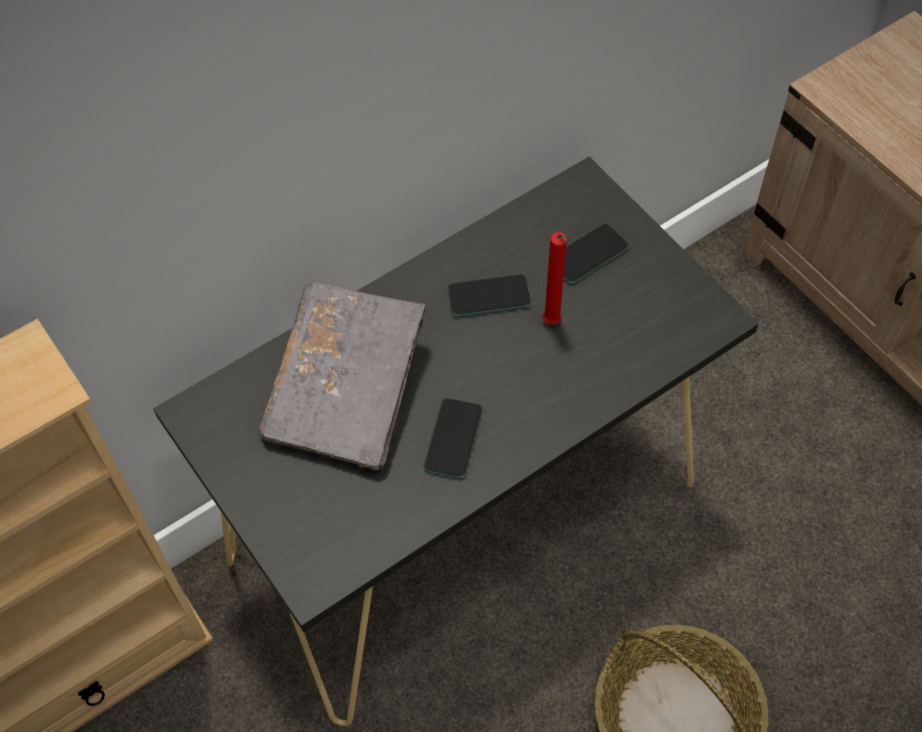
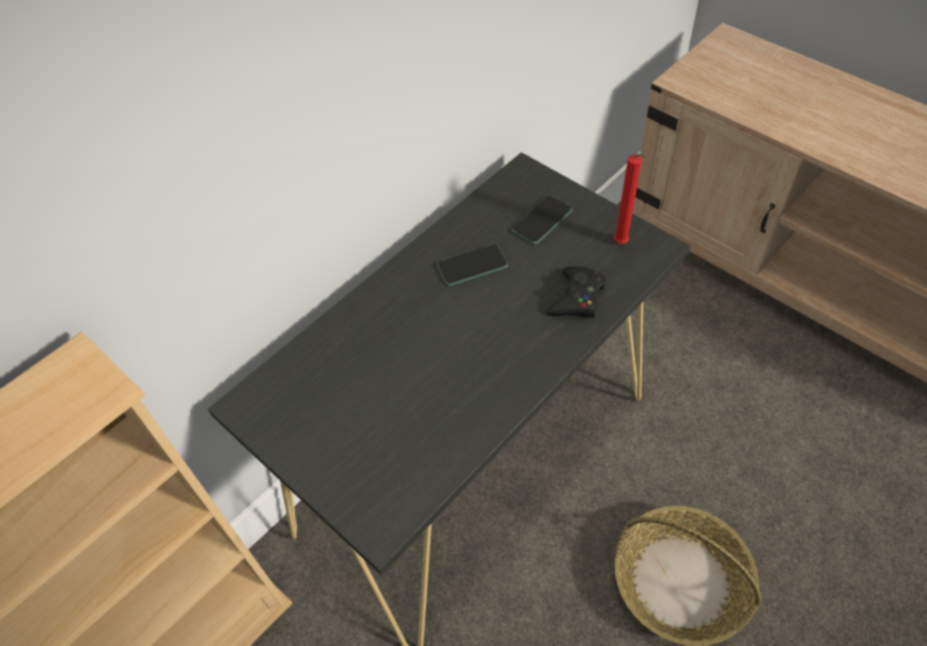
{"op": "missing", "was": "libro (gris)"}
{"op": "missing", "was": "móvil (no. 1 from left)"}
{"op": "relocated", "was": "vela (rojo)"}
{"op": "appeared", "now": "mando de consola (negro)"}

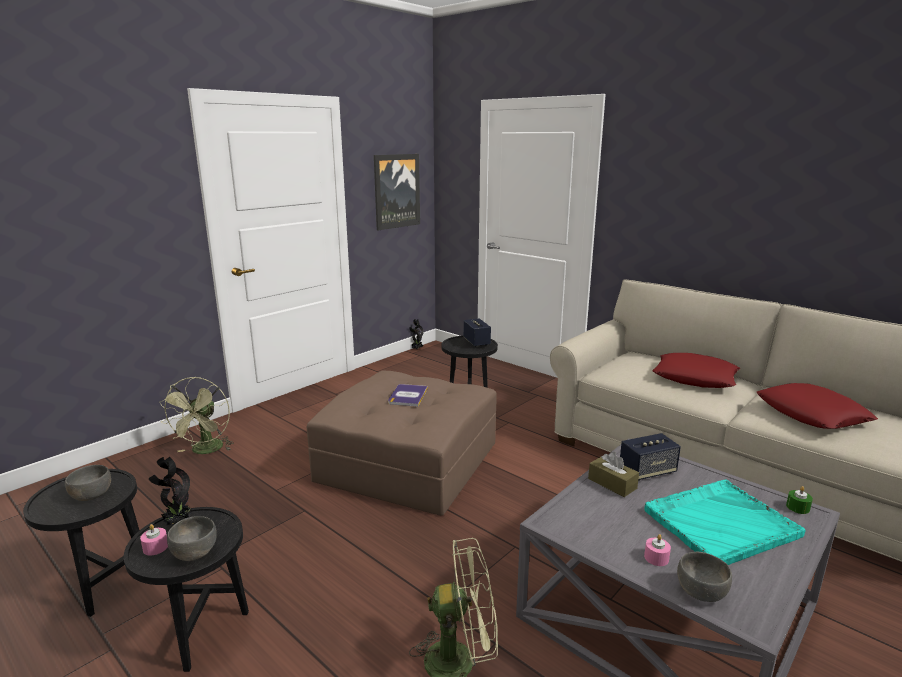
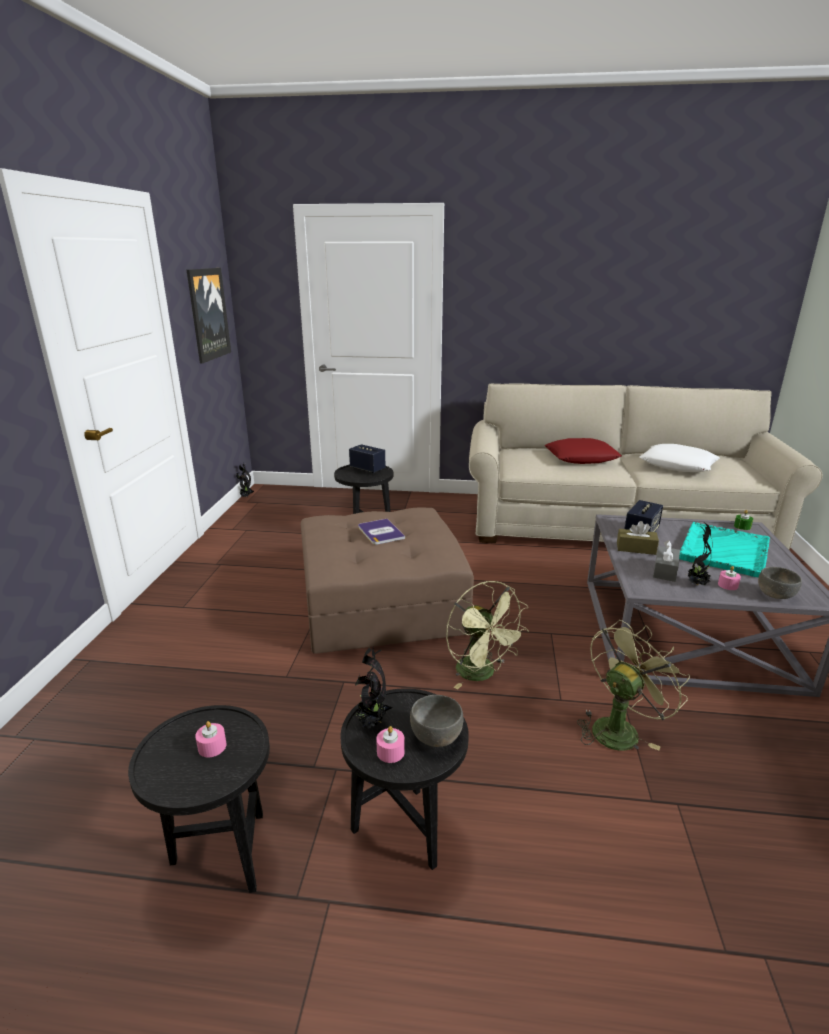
{"op": "exchanged", "was": "cuenco (gris) (no. 1 from left)", "now": "vela (rosa) (no. 1 from left)"}
{"op": "relocated", "was": "ventilador (verde) (no. 1 from left)"}
{"op": "colour", "was": "cojín (rojo) (no. 2 from left)", "now": "cojín (blanco)"}
{"op": "appeared", "now": "caja de pañuelos (gris)"}
{"op": "appeared", "now": "planta en maceta (no. 3 from left)"}

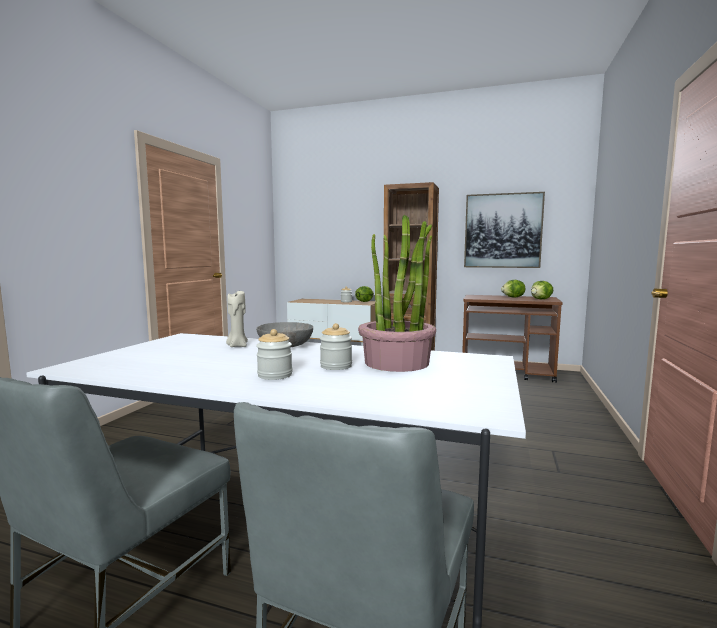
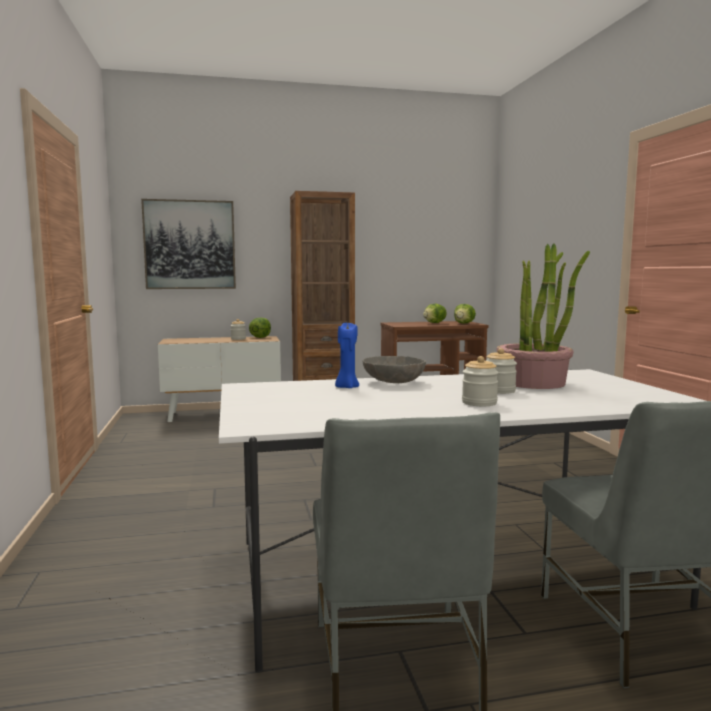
{"op": "colour", "was": "vela (beis)", "now": "vela (azul)"}
{"op": "relocated", "was": "cuadro"}

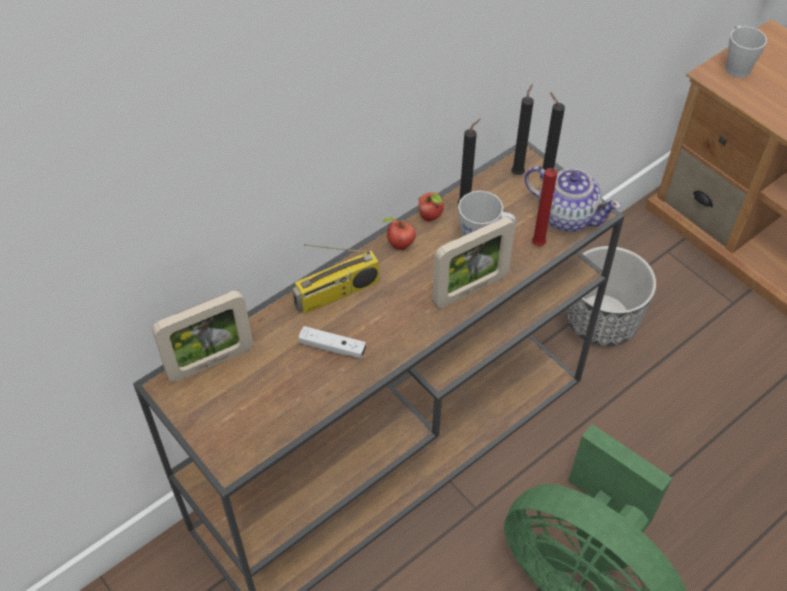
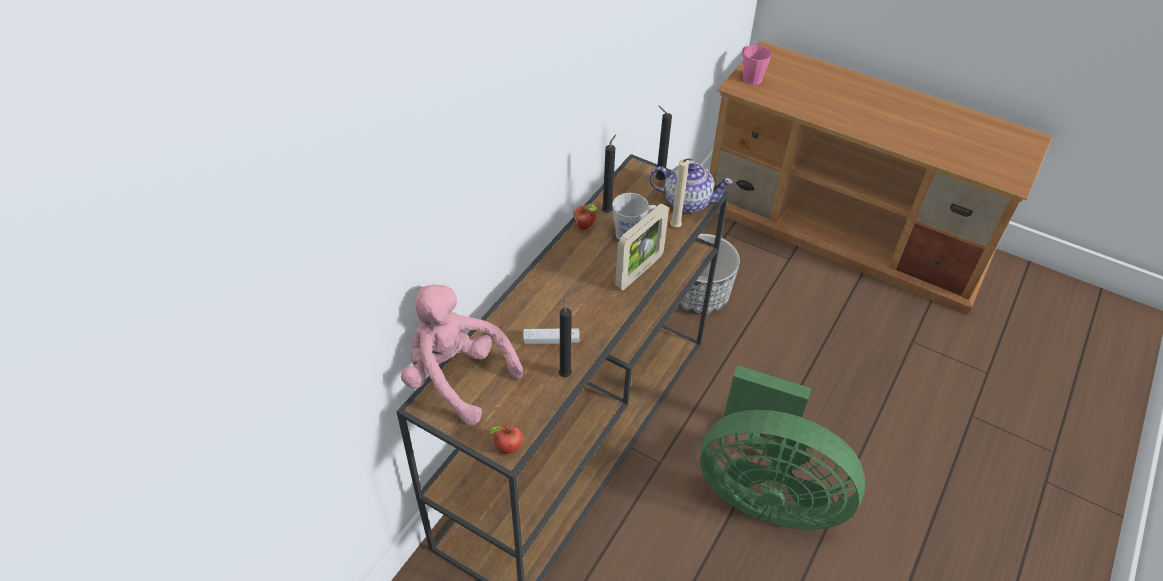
{"op": "exchanged", "was": "portarretratos (no. 1 from left)", "now": "peluche (rosa)"}
{"op": "missing", "was": "radio"}
{"op": "relocated", "was": "manzana (no. 1 from left)"}
{"op": "relocated", "was": "vela (negro) (no. 2 from left in the first image)", "now": "vela (negro) (no. 1 from left)"}
{"op": "colour", "was": "vela (rojo)", "now": "vela (beis)"}
{"op": "colour", "was": "taza grande (gris) (no. 2 from left)", "now": "taza grande (rosa)"}

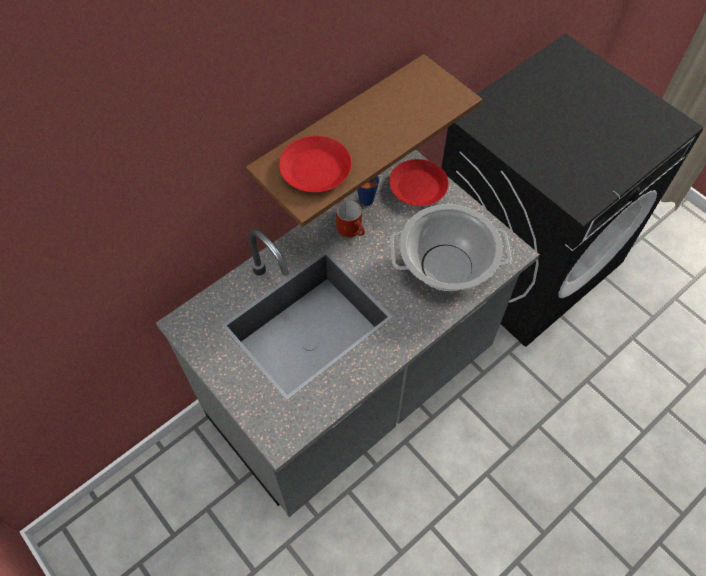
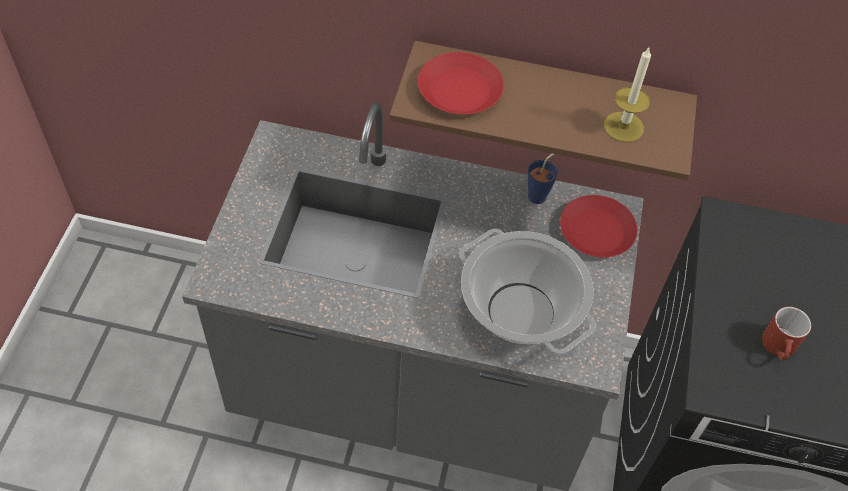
{"op": "relocated", "was": "taza grande (rojo)"}
{"op": "appeared", "now": "vela"}

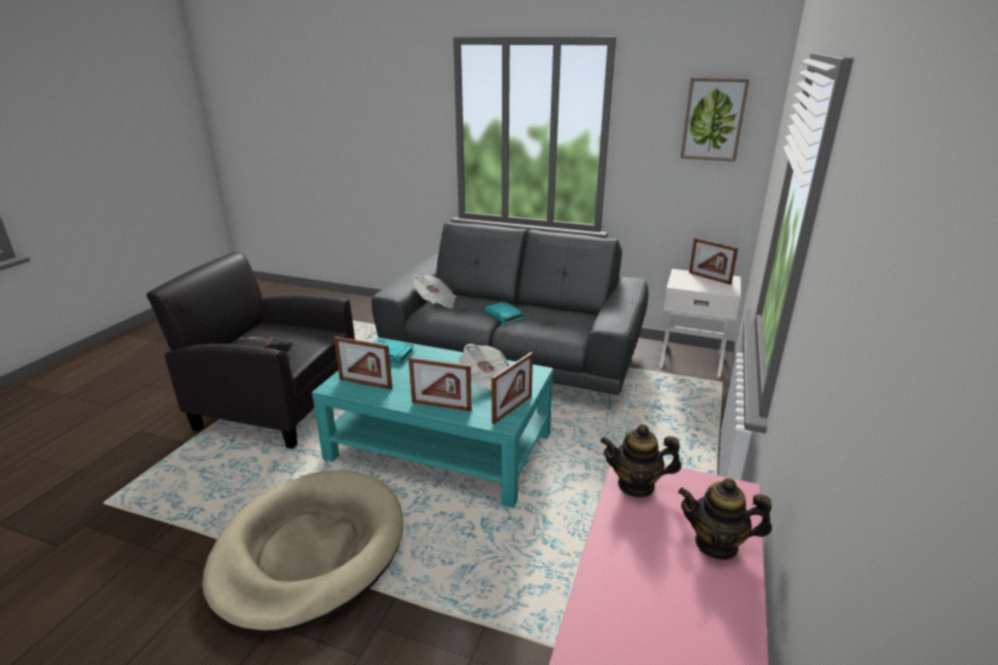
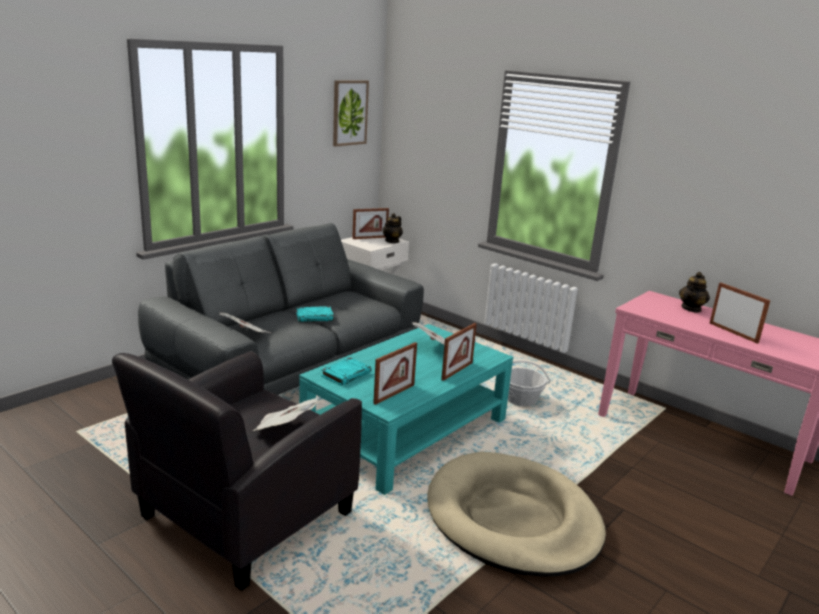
{"op": "relocated", "was": "portarretratos (no. 3 from left in the first image)", "now": "portarretratos (no. 4 from left)"}
{"op": "relocated", "was": "tetera (no. 1 from left)"}
{"op": "appeared", "now": "cesta"}

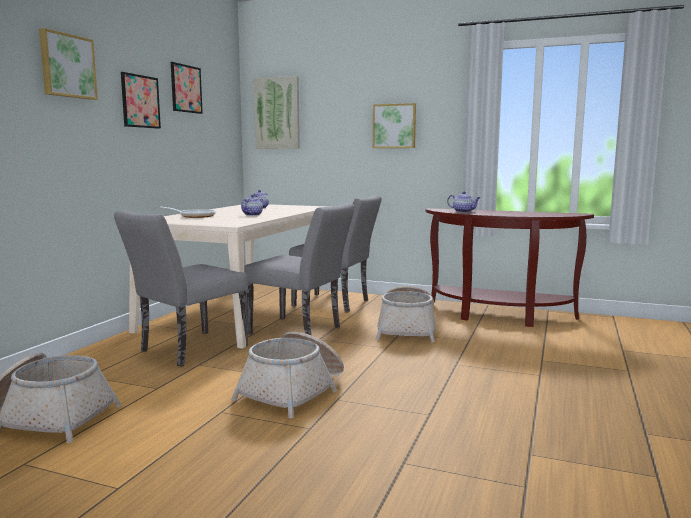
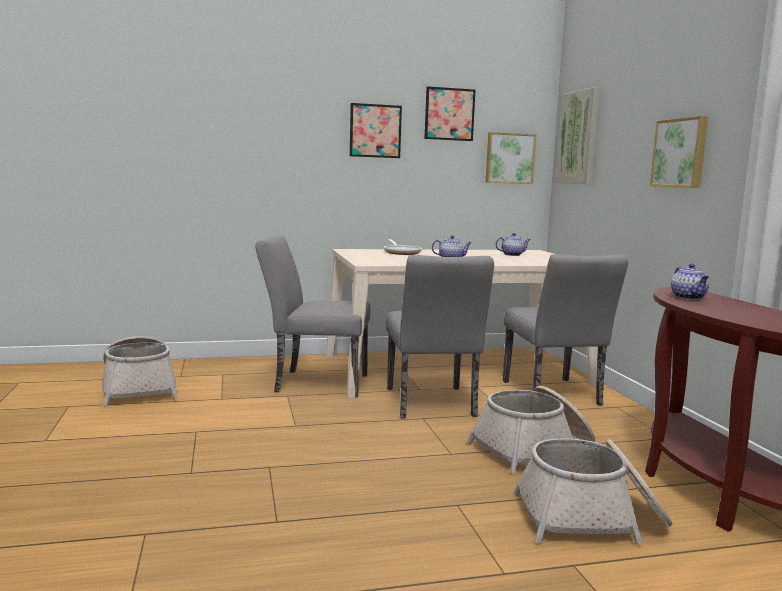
{"op": "relocated", "was": "cuadro (no. 1 from left in the first image)", "now": "cuadro (no. 3 from left)"}
{"op": "relocated", "was": "cesta (no. 2 from left in the first image)", "now": "cesta (no. 3 from left)"}

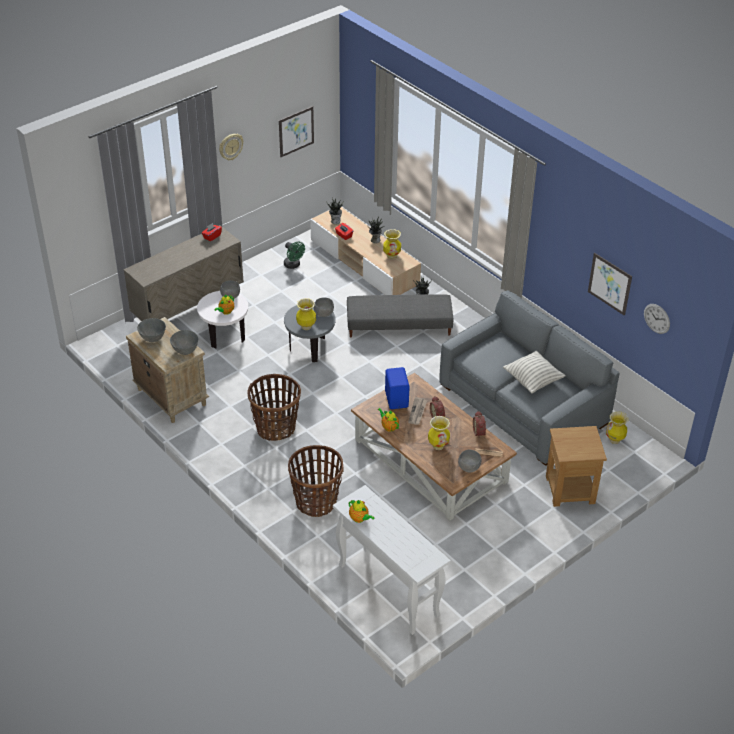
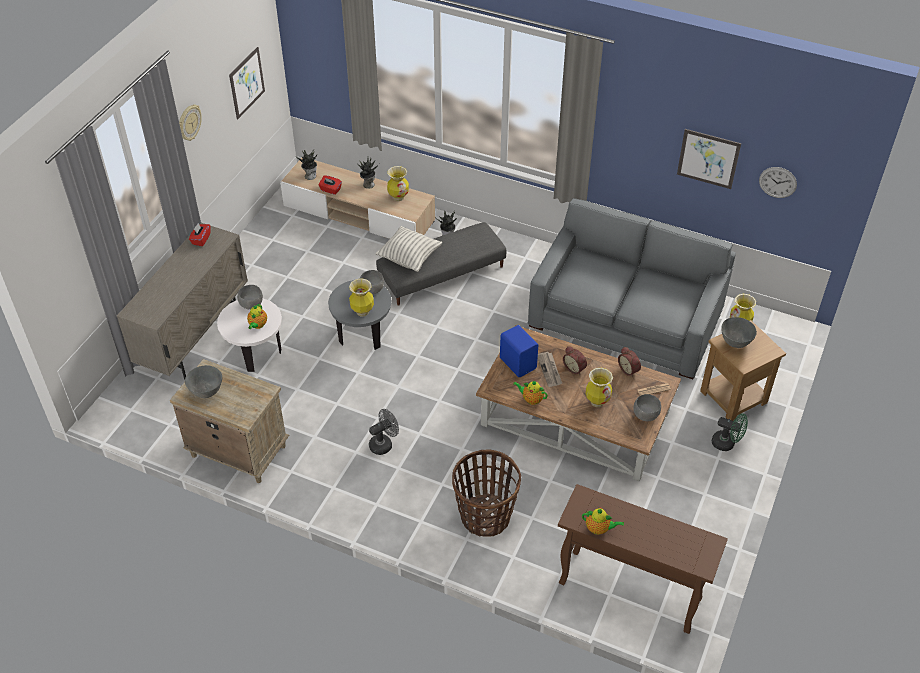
{"op": "relocated", "was": "cuenco (gris) (no. 2 from left in the first image)", "now": "cuenco (gris) (no. 5 from left)"}
{"op": "exchanged", "was": "cesta (no. 1 from left)", "now": "ventilador (gris)"}
{"op": "relocated", "was": "ventilador (verde)"}
{"op": "colour", "was": "mesa consola (blanco)", "now": "mesa consola (marrón)"}
{"op": "relocated", "was": "cojín"}

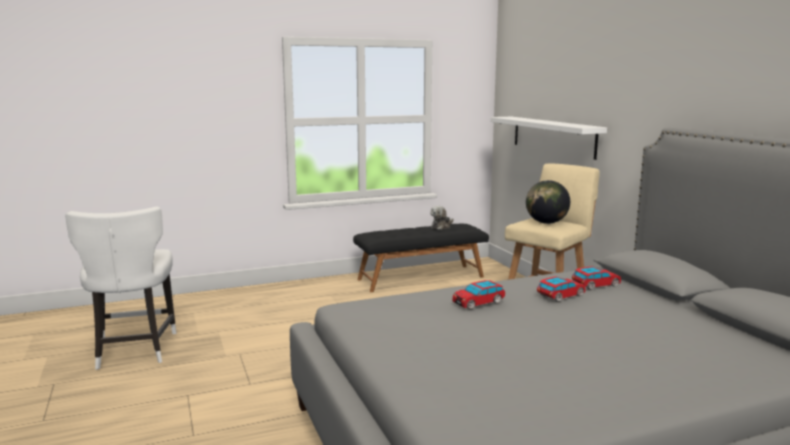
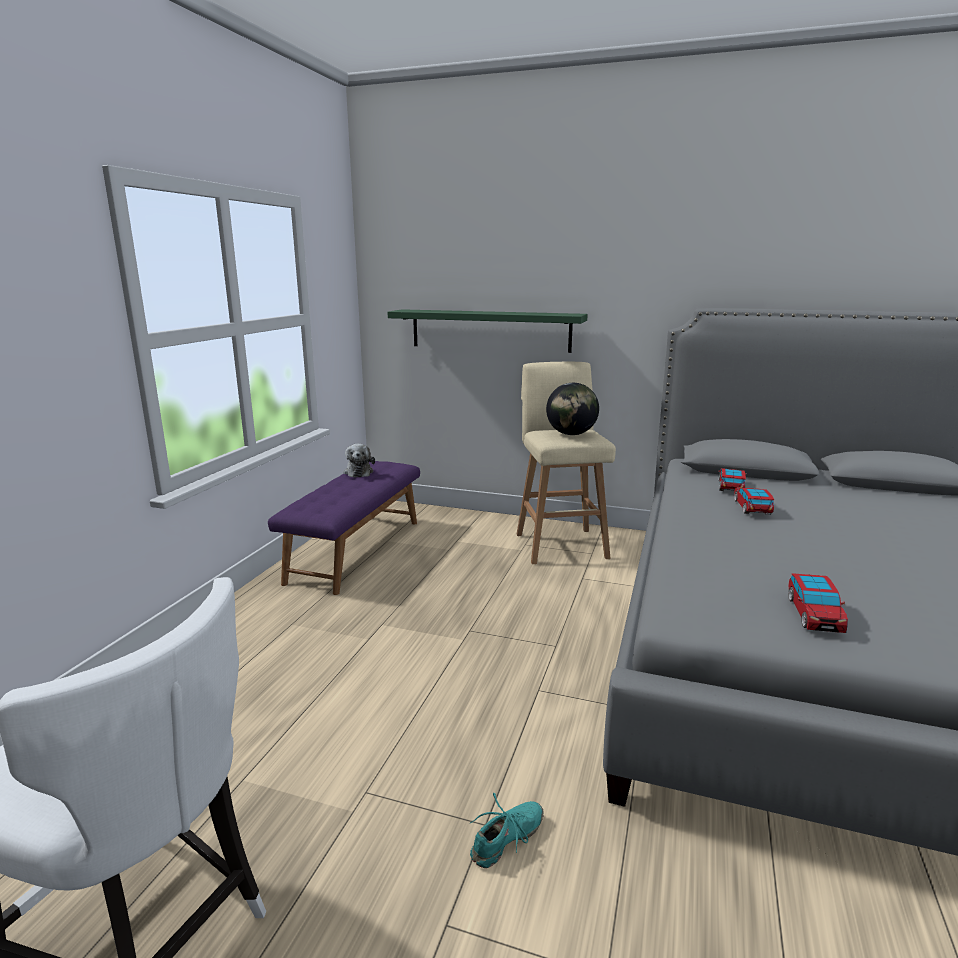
{"op": "colour", "was": "banco (negro)", "now": "banco (morado)"}
{"op": "relocated", "was": "coche de juguete (no. 1 from left in the first image)", "now": "coche de juguete (no. 3 from left)"}
{"op": "colour", "was": "estante (blanco)", "now": "estante (verde)"}
{"op": "appeared", "now": "zapato (turquesa)"}

